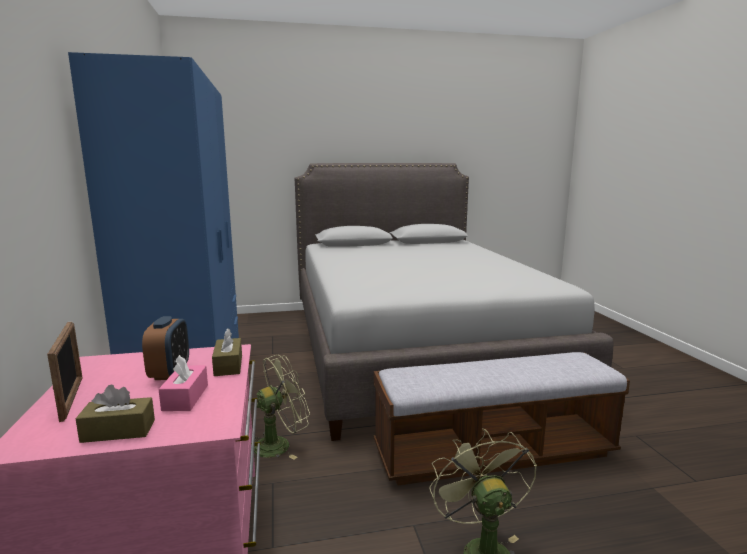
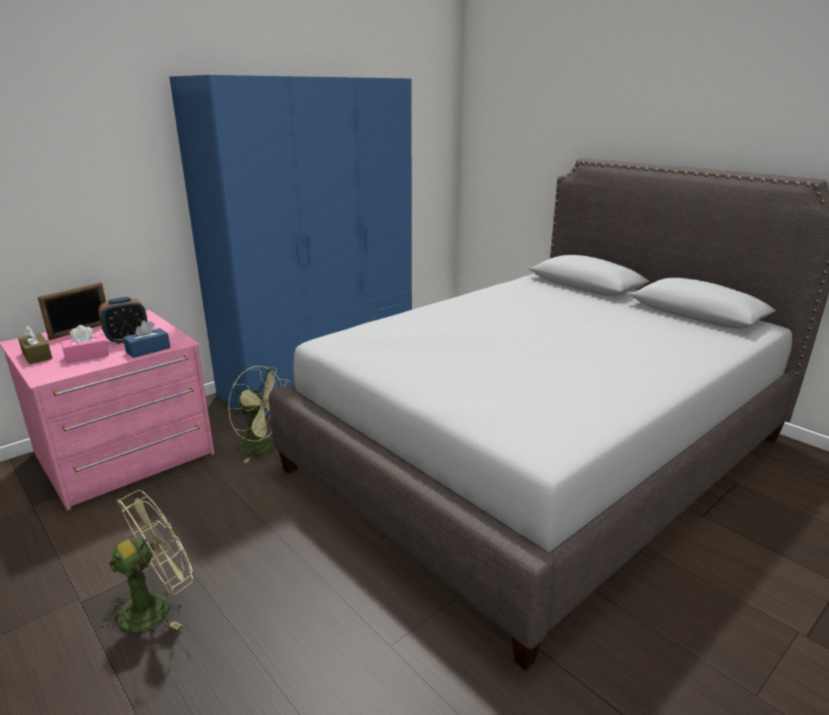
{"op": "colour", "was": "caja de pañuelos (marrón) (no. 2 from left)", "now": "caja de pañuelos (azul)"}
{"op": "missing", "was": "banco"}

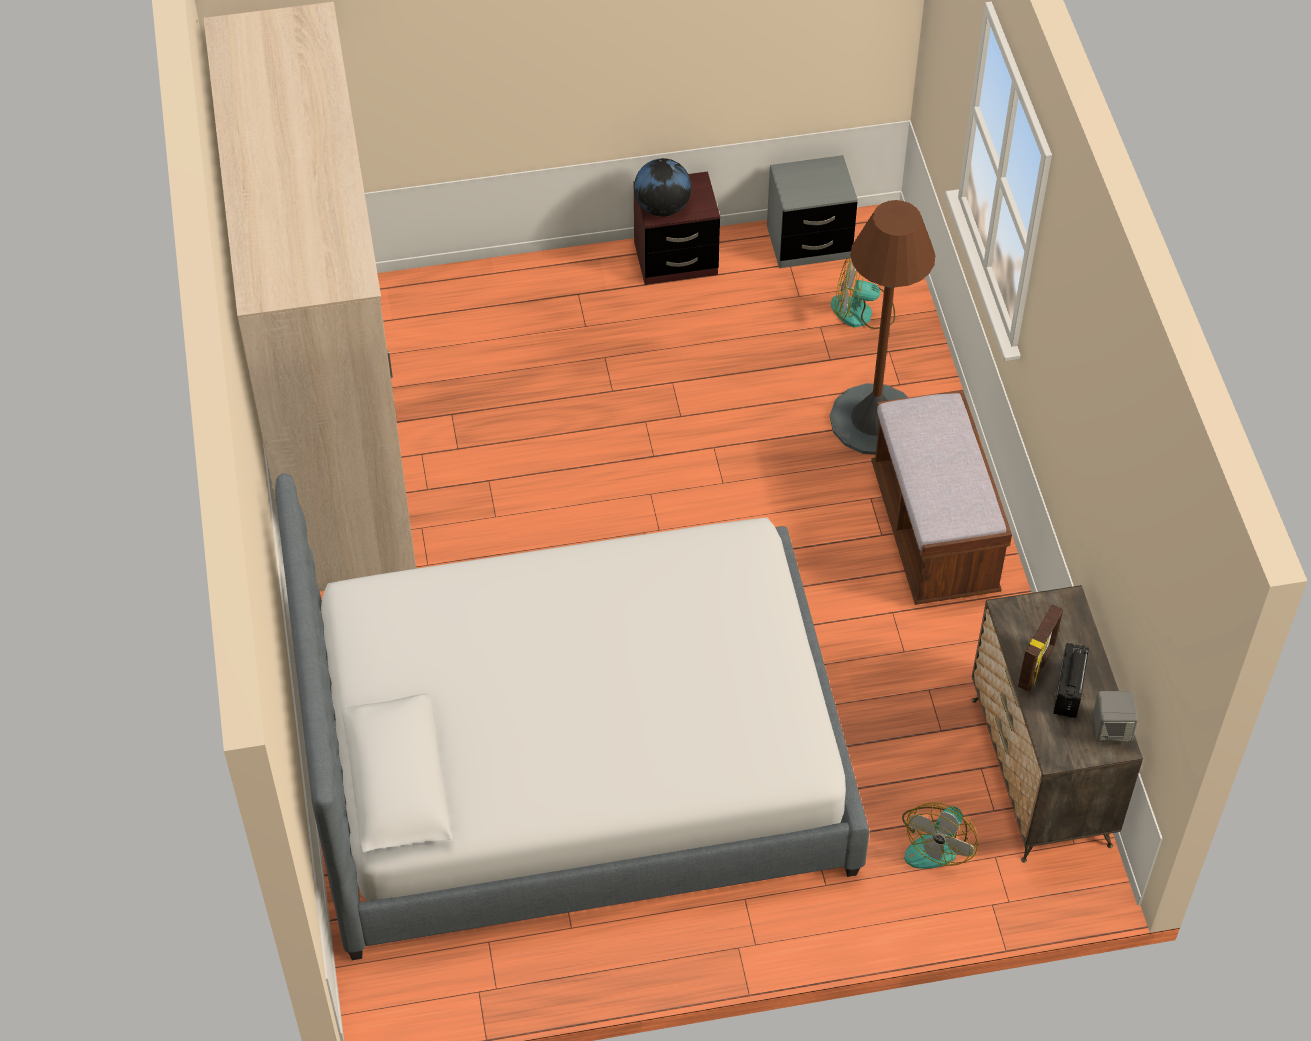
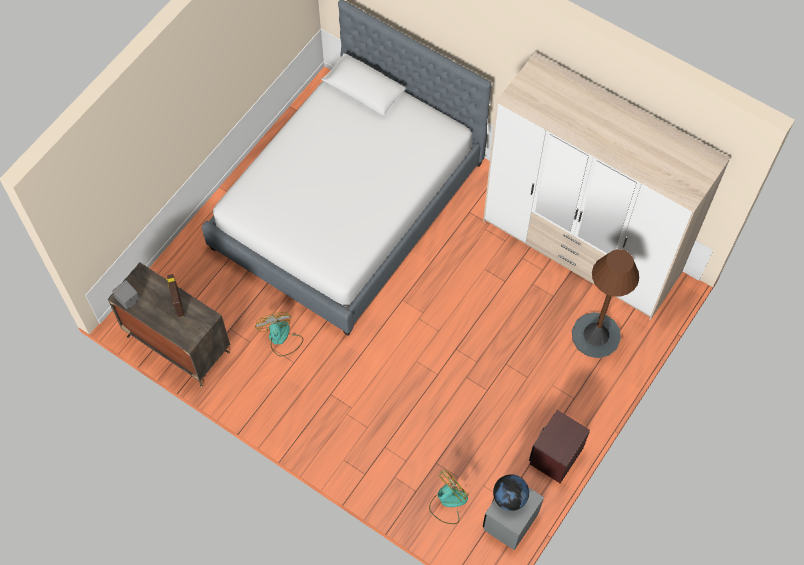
{"op": "relocated", "was": "globo terráqueo"}
{"op": "relocated", "was": "lámpara de pie (marrón)"}
{"op": "missing", "was": "banco (marrón)"}
{"op": "relocated", "was": "ventilador (no. 2 from left in the first image)", "now": "ventilador (no. 1 from left)"}
{"op": "missing", "was": "radio"}

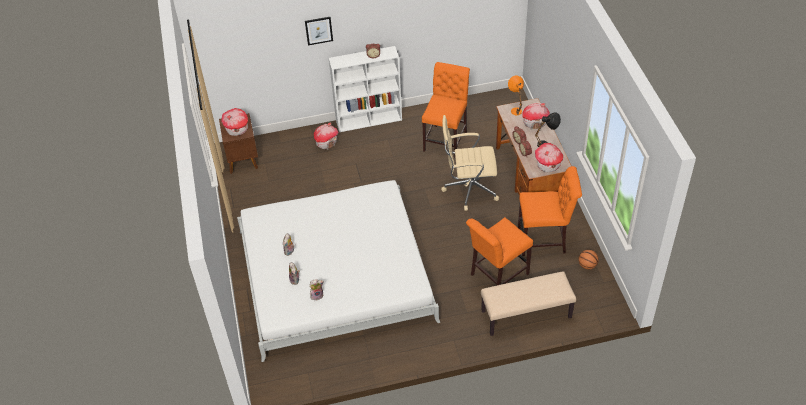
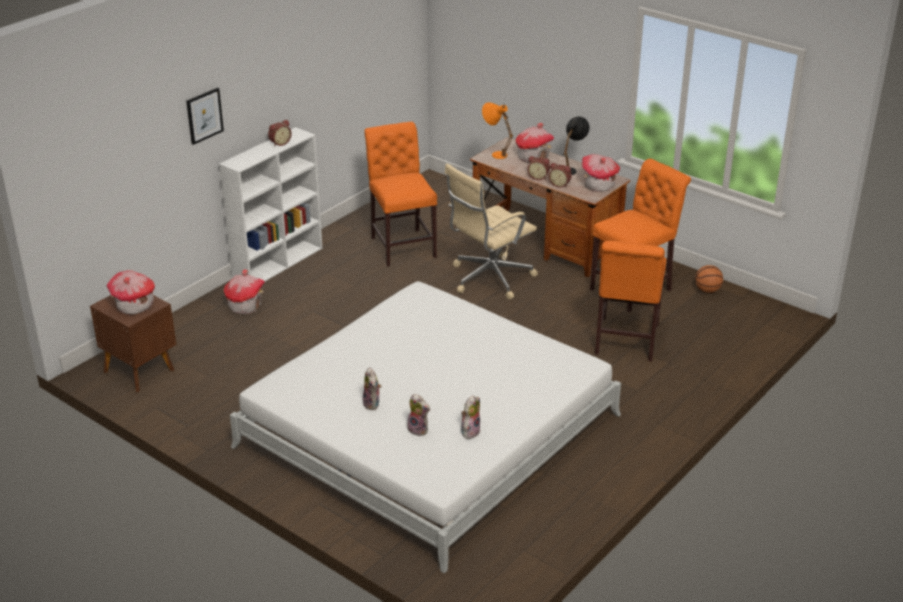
{"op": "missing", "was": "banco (beis)"}

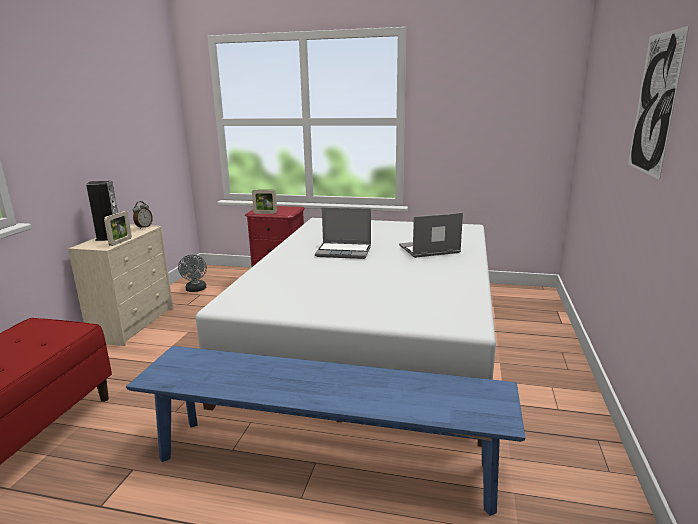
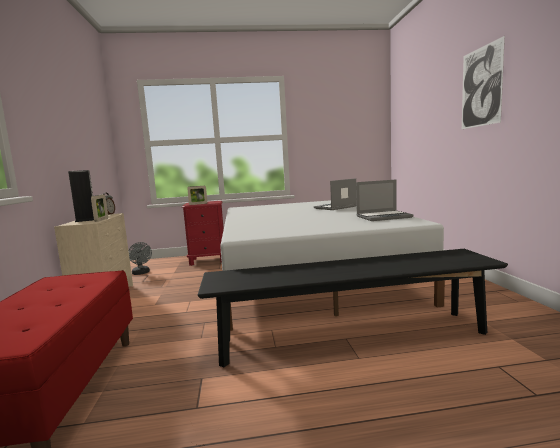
{"op": "colour", "was": "banco (azul)", "now": "banco (negro)"}
{"op": "relocated", "was": "portátil (no. 1 from left in the first image)", "now": "portátil (no. 2 from left)"}

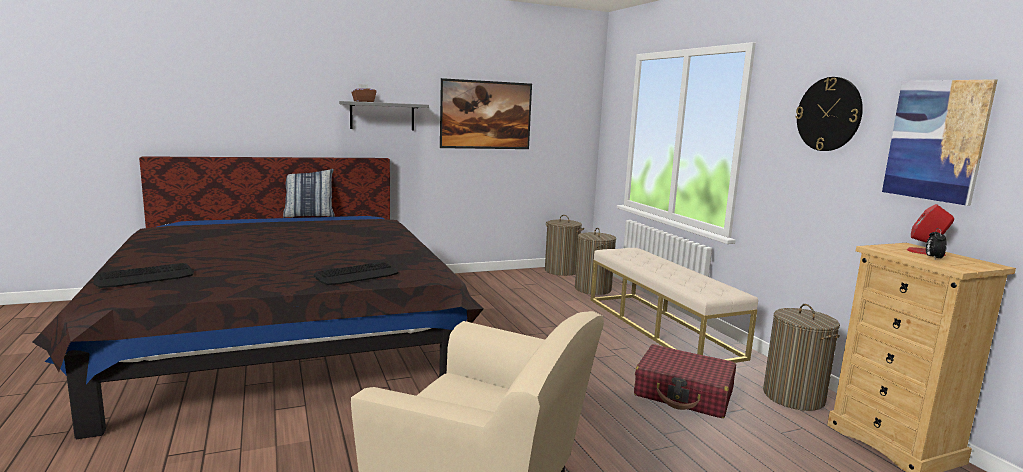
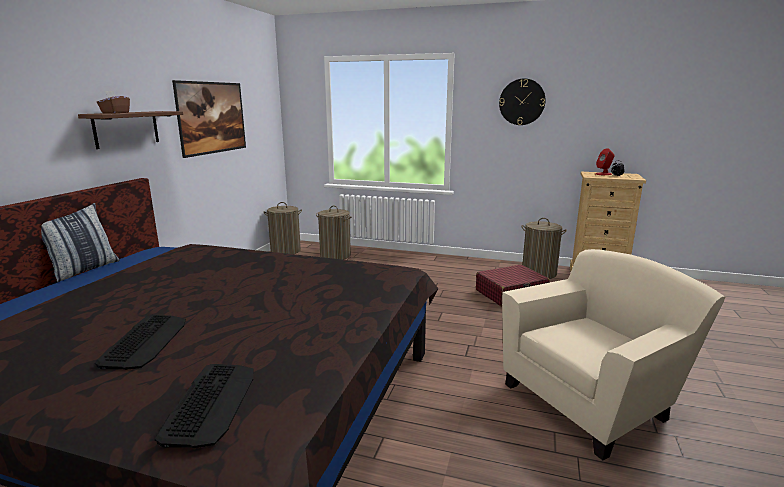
{"op": "relocated", "was": "teclado (no. 2 from left in the first image)", "now": "teclado (no. 1 from left)"}
{"op": "colour", "was": "estante (gris)", "now": "estante (marrón)"}
{"op": "missing", "was": "banco (beis)"}
{"op": "missing", "was": "cuadro (no. 2 from left)"}

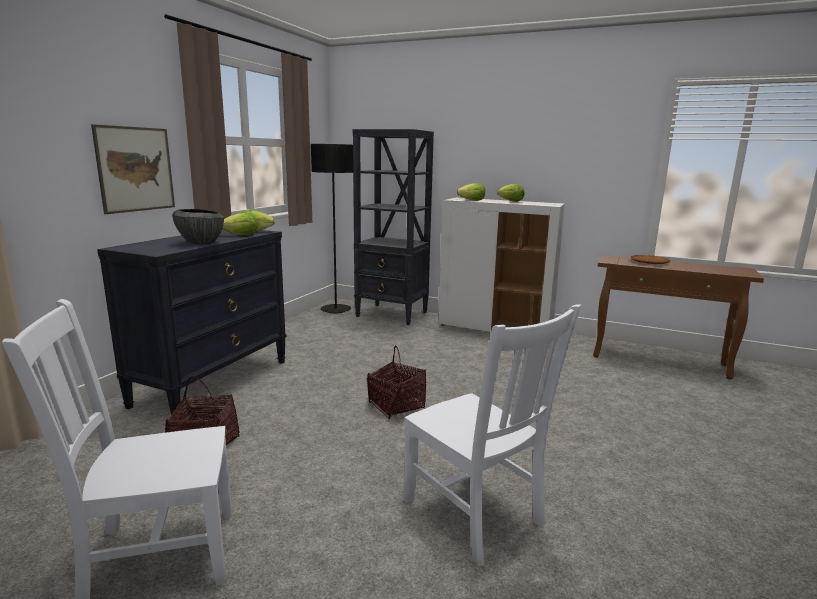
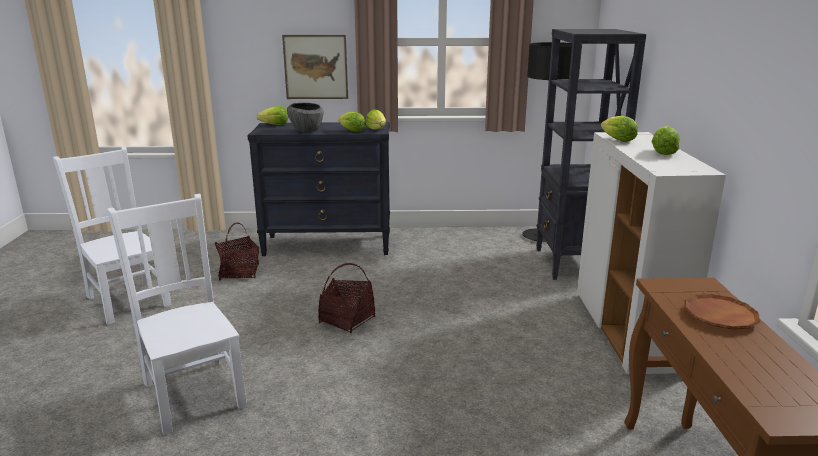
{"op": "spun", "was": "silla (blanco) (no. 2 from left)", "clockwise": 120}
{"op": "appeared", "now": "lechuga (no. 1 from left)"}

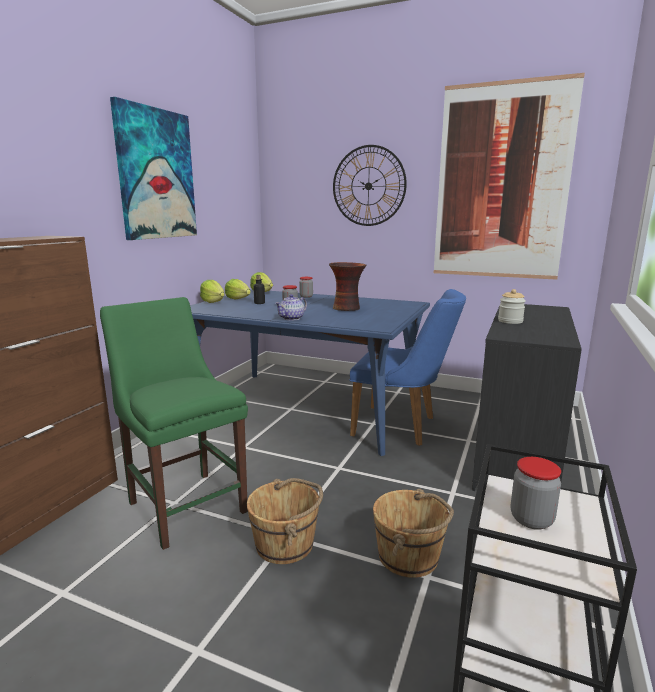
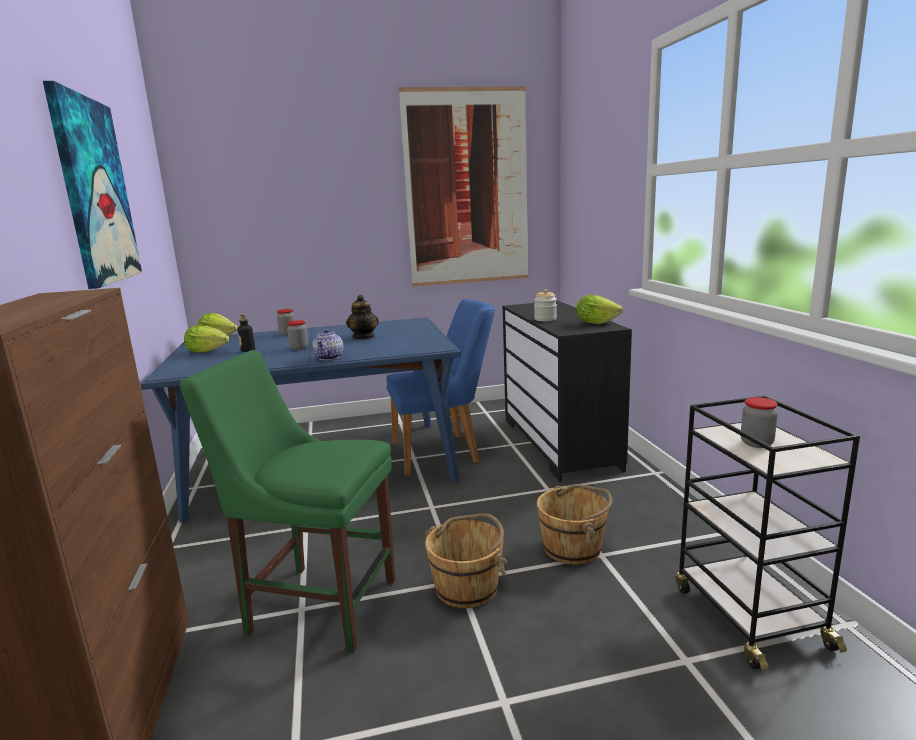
{"op": "relocated", "was": "lechuga (no. 1 from left in the first image)", "now": "lechuga (no. 3 from left)"}
{"op": "exchanged", "was": "florero", "now": "tetera (no. 2 from left)"}
{"op": "missing", "was": "reloj de pared"}

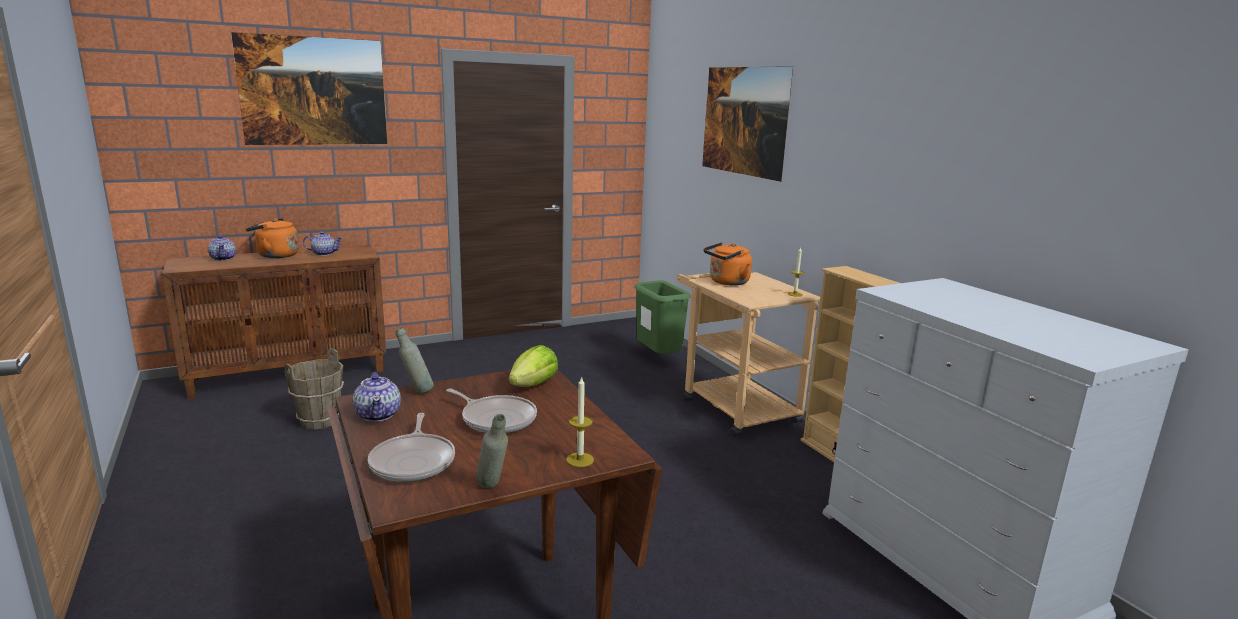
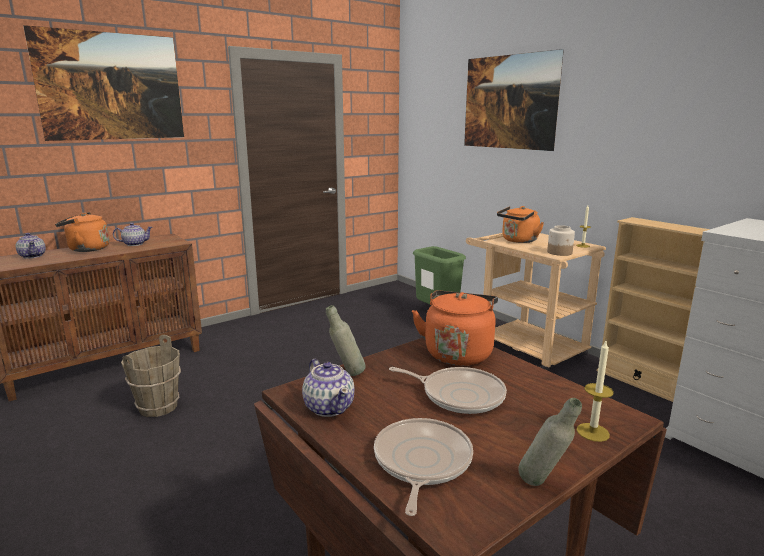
{"op": "spun", "was": "sartén (no. 1 from left)", "clockwise": -150}
{"op": "exchanged", "was": "lechuga", "now": "hervidor (naranja) (no. 2 from left)"}
{"op": "appeared", "now": "tarro"}

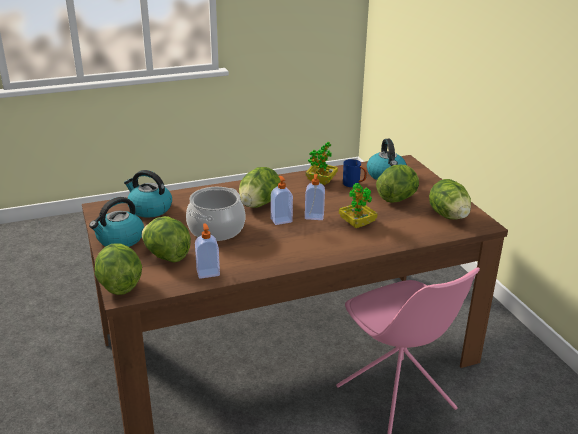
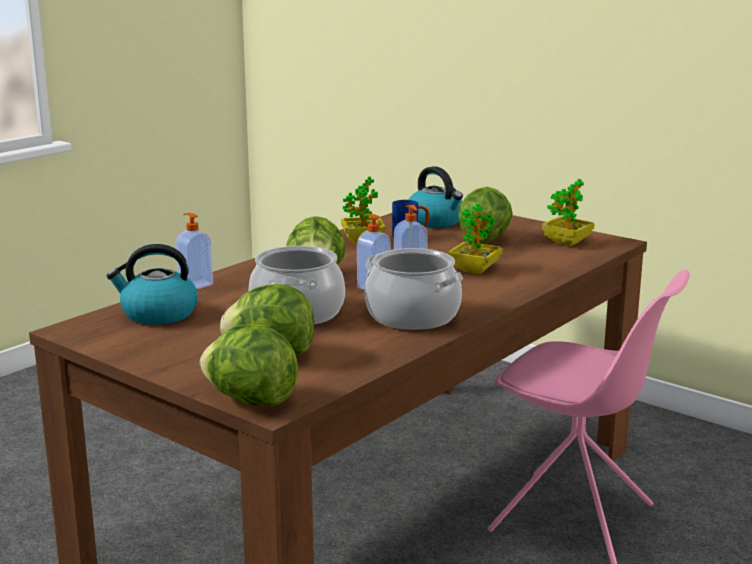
{"op": "missing", "was": "hervidor (no. 1 from left)"}
{"op": "relocated", "was": "dispensador de jabón (no. 1 from left)"}
{"op": "exchanged", "was": "lechuga (no. 5 from left)", "now": "planta en maceta (no. 3 from left)"}
{"op": "appeared", "now": "olla (no. 2 from left)"}

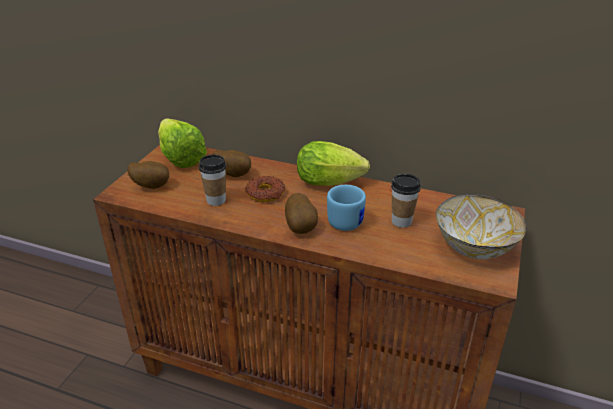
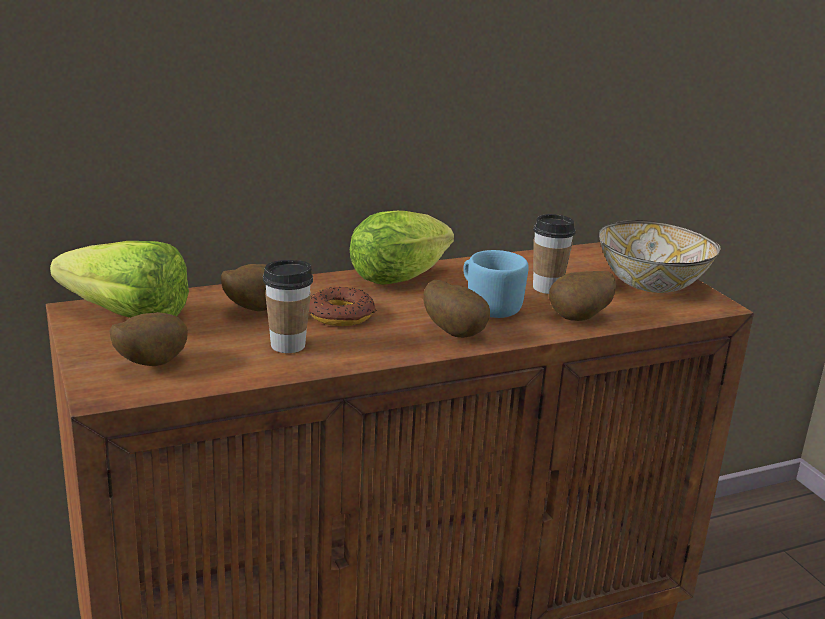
{"op": "appeared", "now": "patata (no. 4 from left)"}

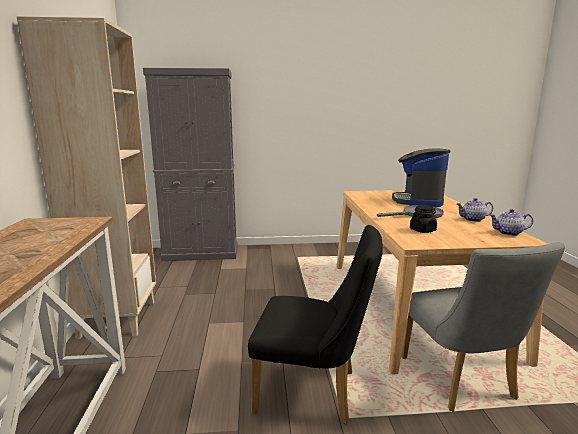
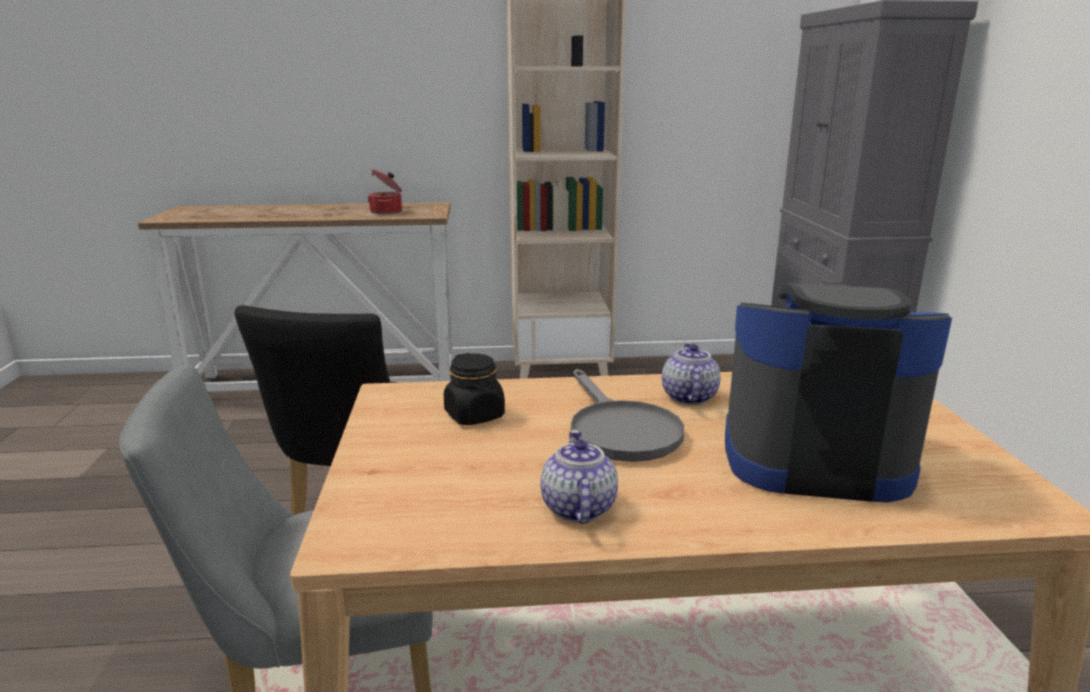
{"op": "relocated", "was": "tetera (no. 2 from left)"}
{"op": "appeared", "now": "olla"}

